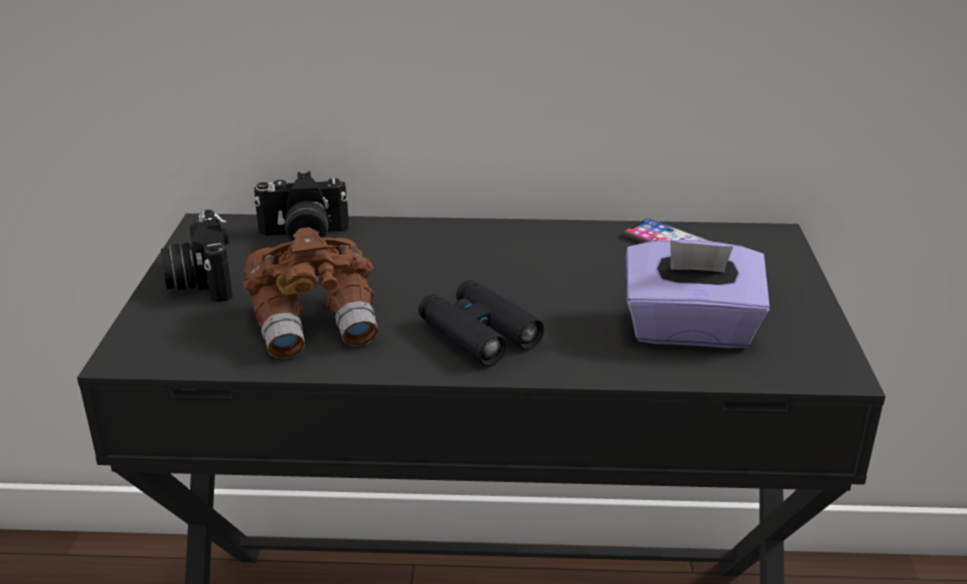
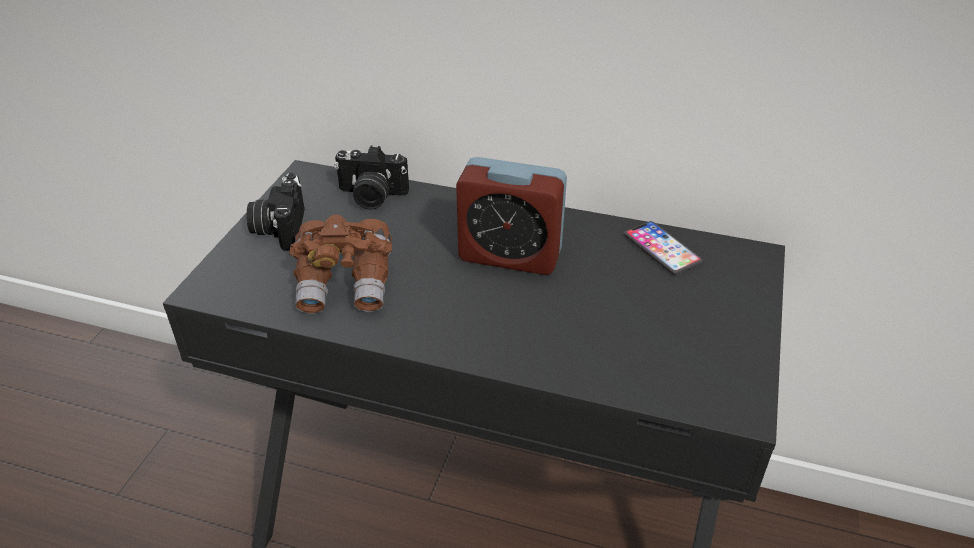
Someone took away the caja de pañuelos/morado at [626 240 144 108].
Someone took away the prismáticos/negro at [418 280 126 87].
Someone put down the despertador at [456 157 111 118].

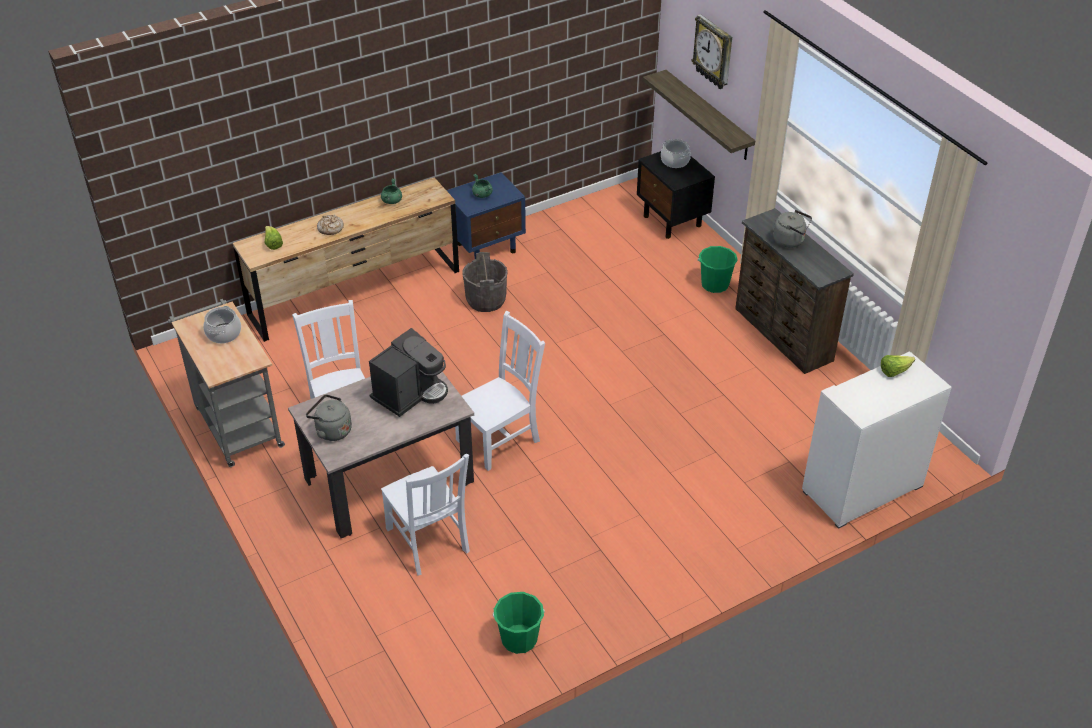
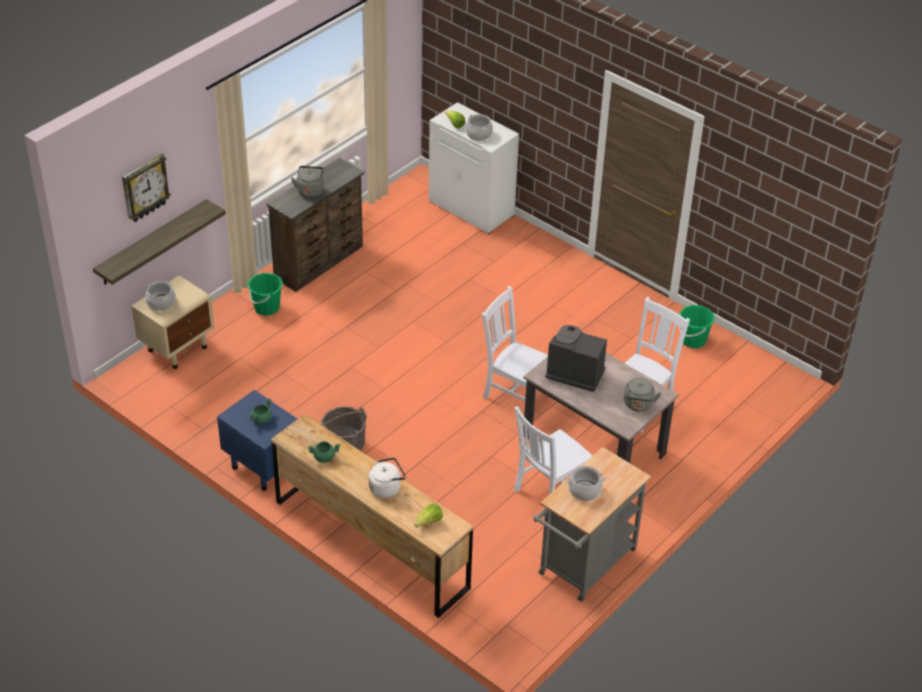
Someone repainted the mesita de noche/negro at [637 151 78 88], which became the mesita de noche/beis at [131 276 84 93].
Someone swapped the pan at [317 215 27 20] for the hervidor/blanco at [369 457 37 41].
Someone put down the olla at [466 114 27 27].

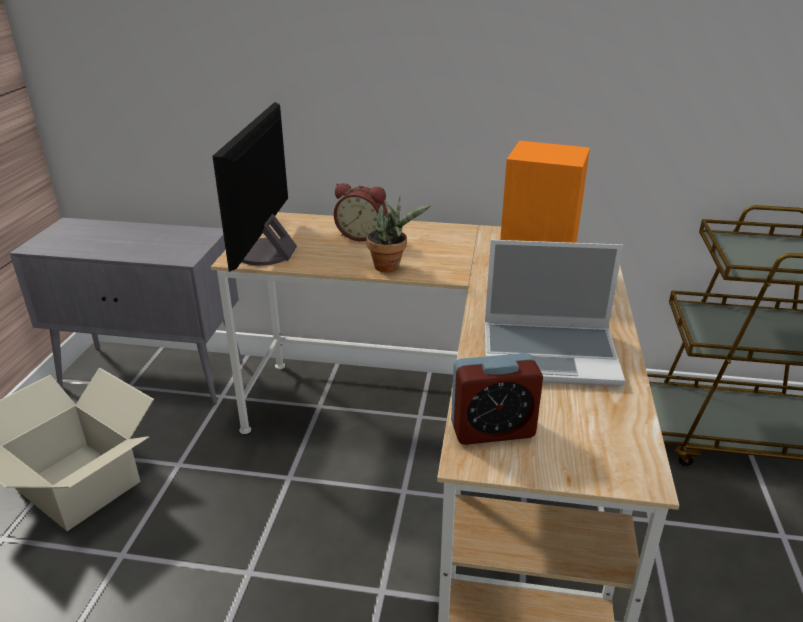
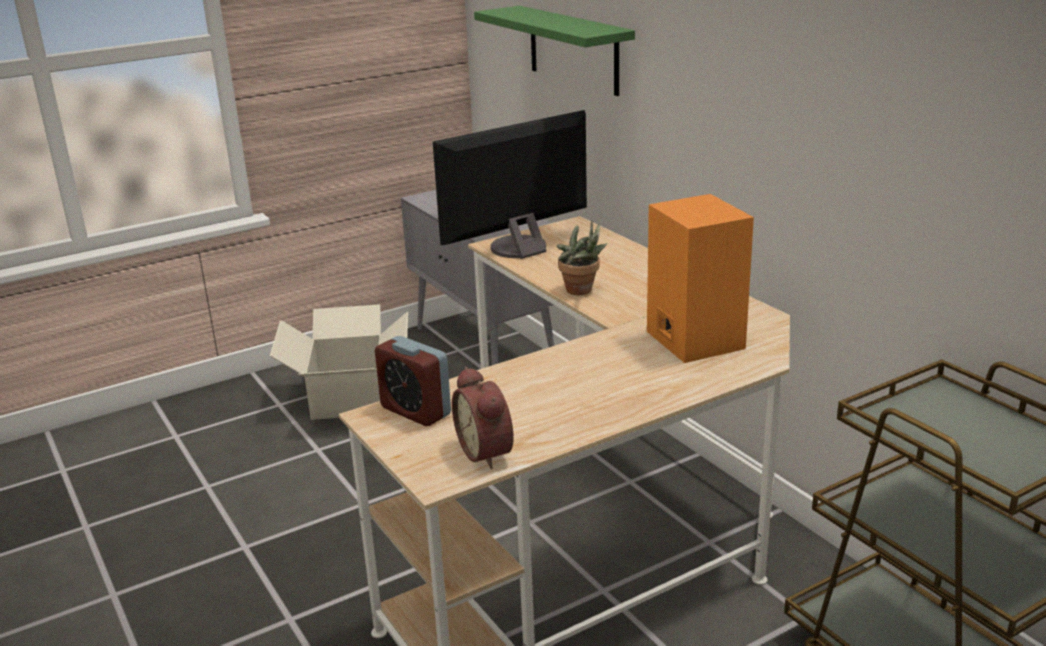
Someone carried the despertador from [334 183 54 58] to [452 367 62 102].
Someone took away the portátil at [485 240 140 147].
Someone put up the estante/verde at [474 6 161 90].

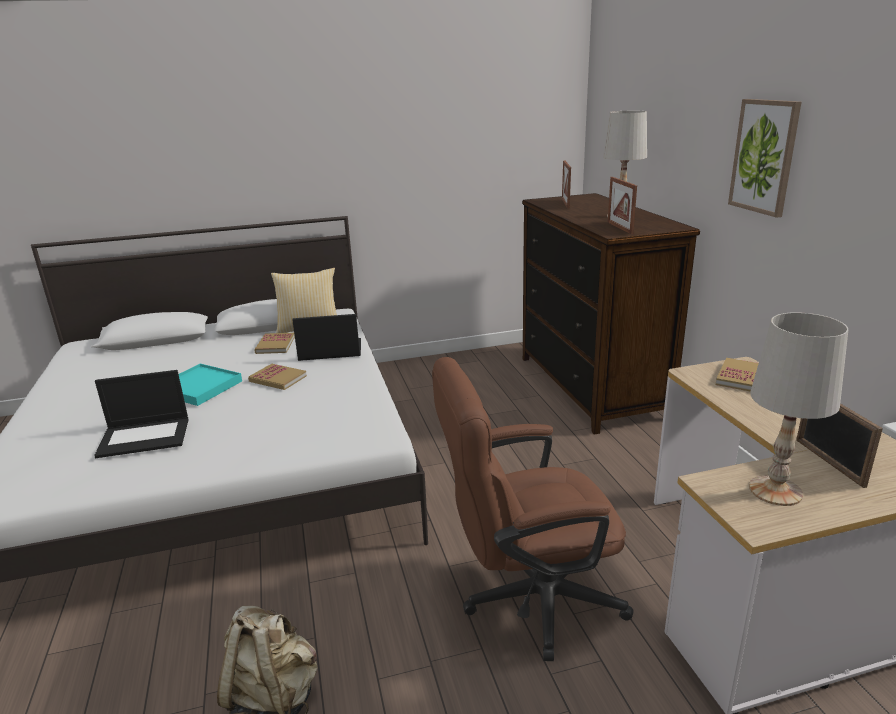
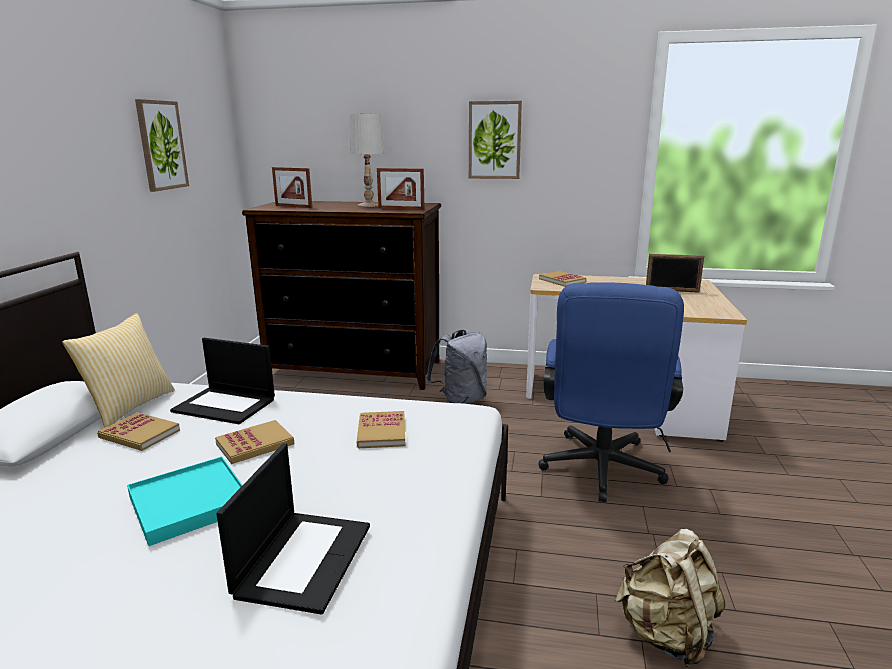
Someone took away the lámpara de mesa/blanco at [749 312 99 194].
Someone rotated the portátil at [292 314 69 47] by 90 degrees counterclockwise.
Someone repainted the silla de oficina/marrón at [432 357 202 304], which became the silla de oficina/azul at [538 283 146 219].
Someone put up the cuadro at [135 99 54 93].
Someone put down the mochila/gris at [426 330 61 74].
Someone put down the libro at [357 411 49 37].

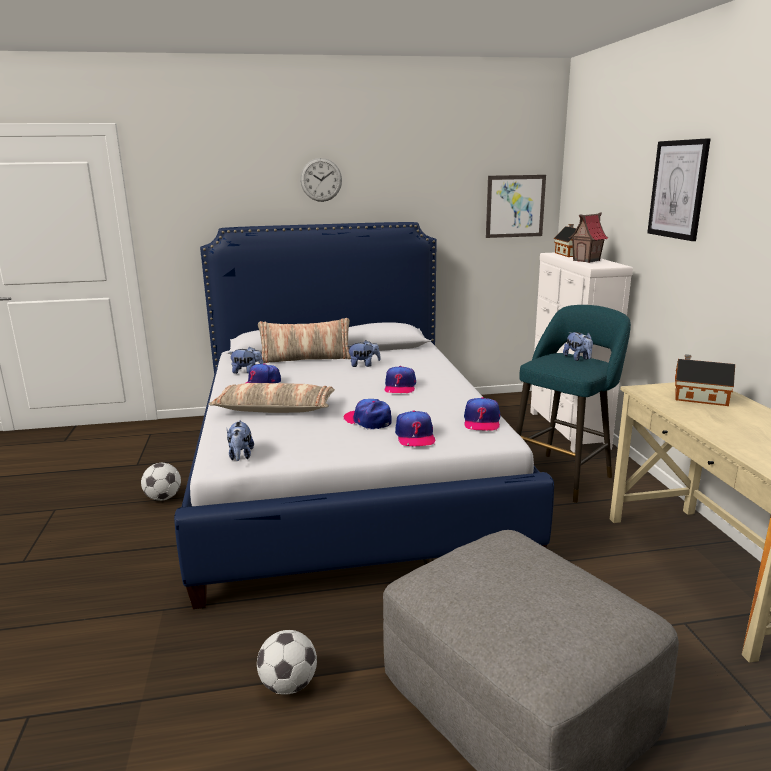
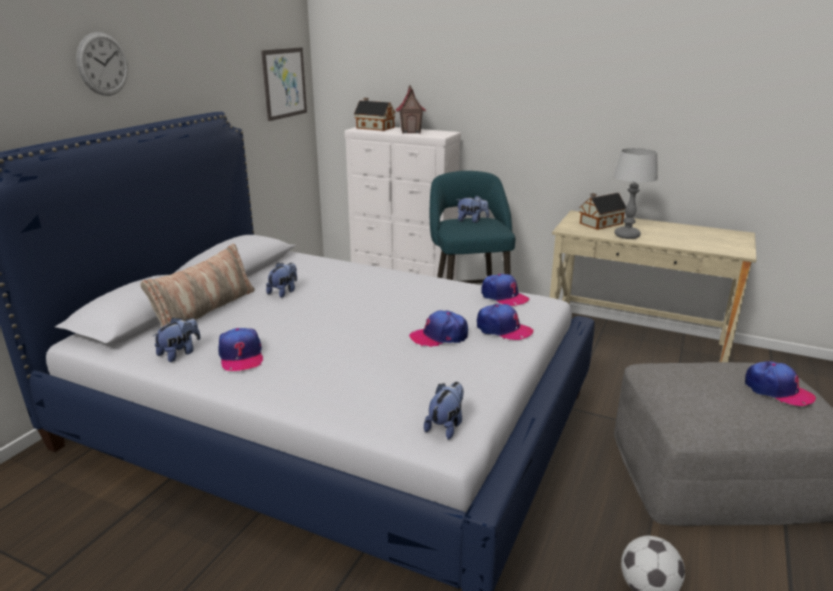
Someone took away the cuadro at [647 138 63 103].
Someone carried the gorra from [385 366 31 27] to [745 361 71 45].
Someone took away the cojín at [208 383 127 30].
Someone rotated the peluche at [227 420 27 41] by 90 degrees counterclockwise.
Someone took away the balón de fútbol at [141 463 40 38].
Someone put down the lámpara de mesa at [614 148 44 91].

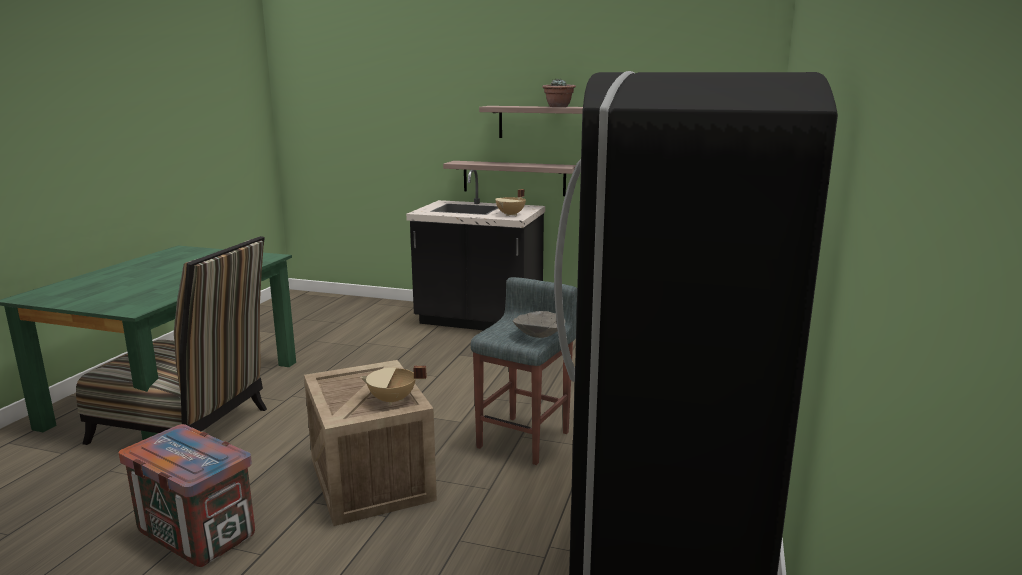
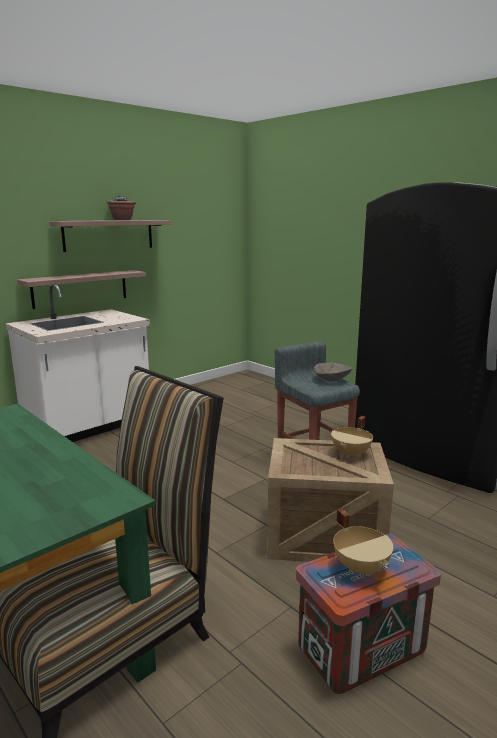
Someone repainted the mueble bajo de cocina/negro at [406 170 139 160], which became the mueble bajo de cocina/blanco at [6 285 144 157].
Someone carried the olla/beis from [495 189 31 27] to [333 508 60 68].

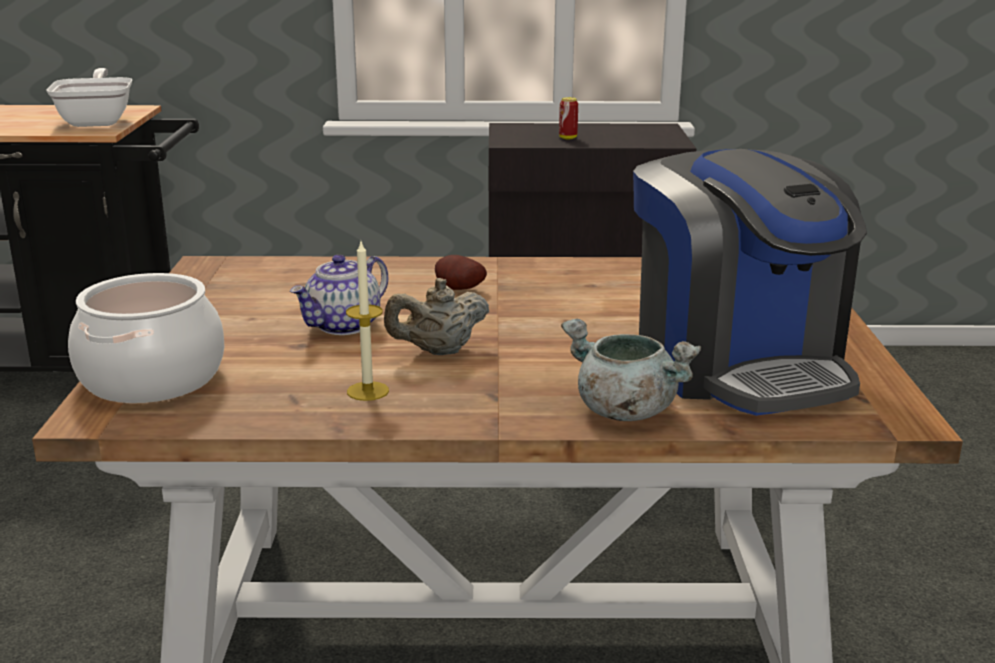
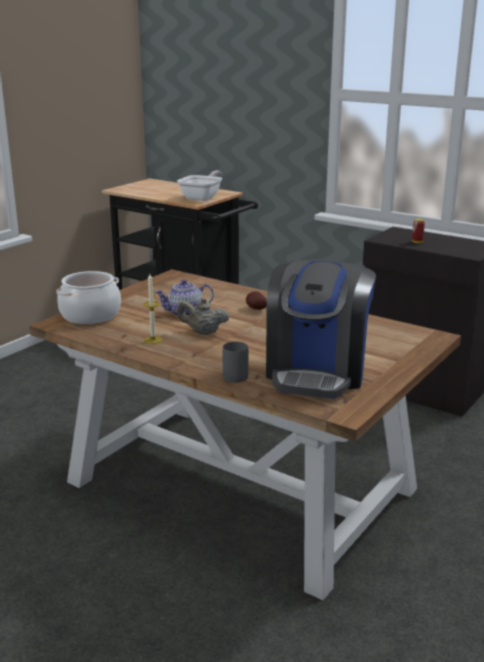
Someone swapped the olla/gris at [561 319 140 102] for the taza grande/gris at [223 342 26 41].

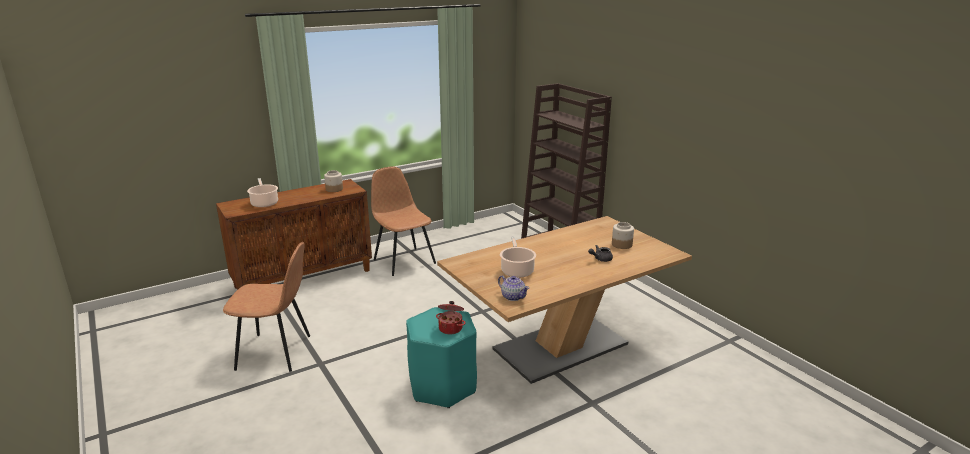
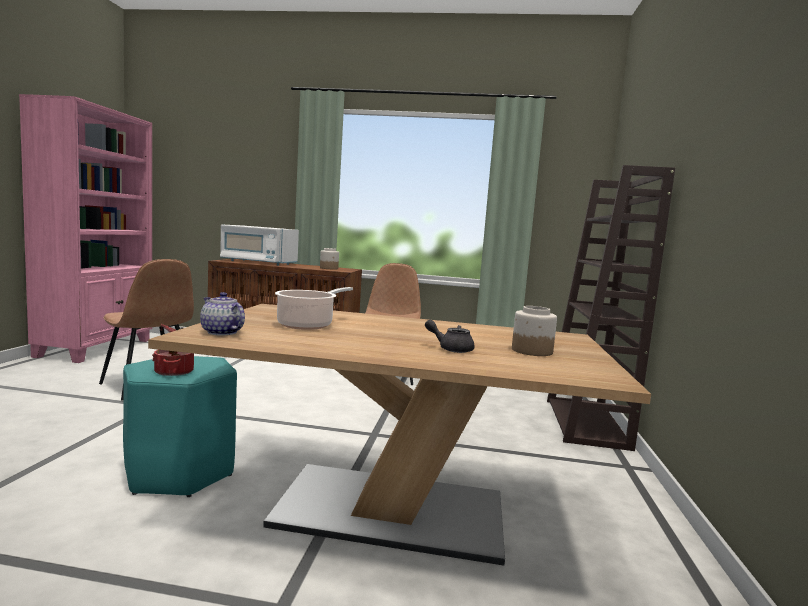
Someone swapped the olla at [247 178 31 30] for the microondas/blanco at [220 224 79 42].
Someone rotated the tetera at [498 275 31 26] by 135 degrees clockwise.
Someone put down the estantería/rosa at [19 94 133 269].

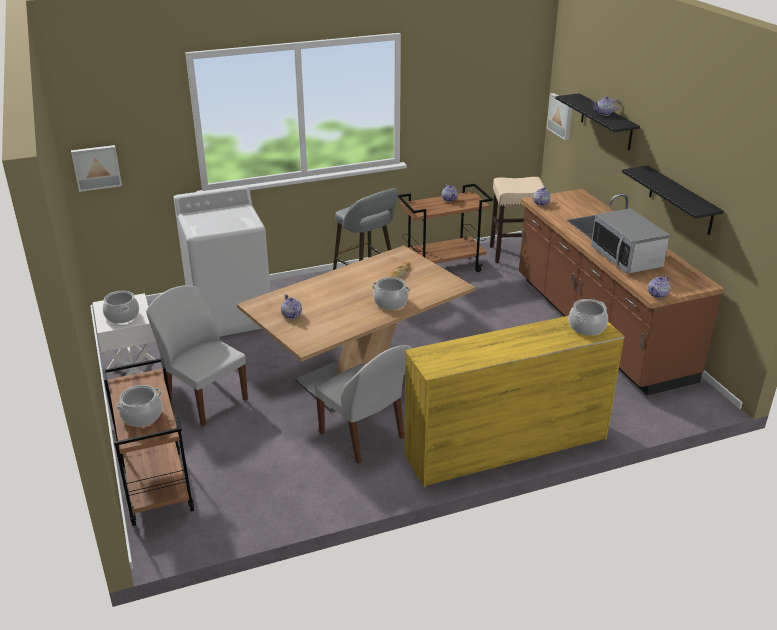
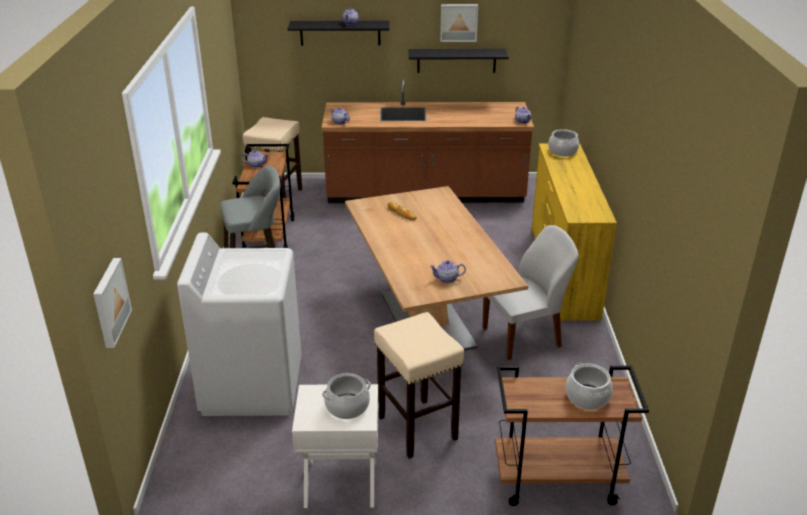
Someone carried the cuadro from [547 93 25 47] to [440 4 38 38].
Someone took away the microondas at [591 208 79 66].
Someone took away the olla at [372 277 38 33].
Someone swapped the silla/blanco at [146 285 102 141] for the taburete/beis at [374 312 90 147].

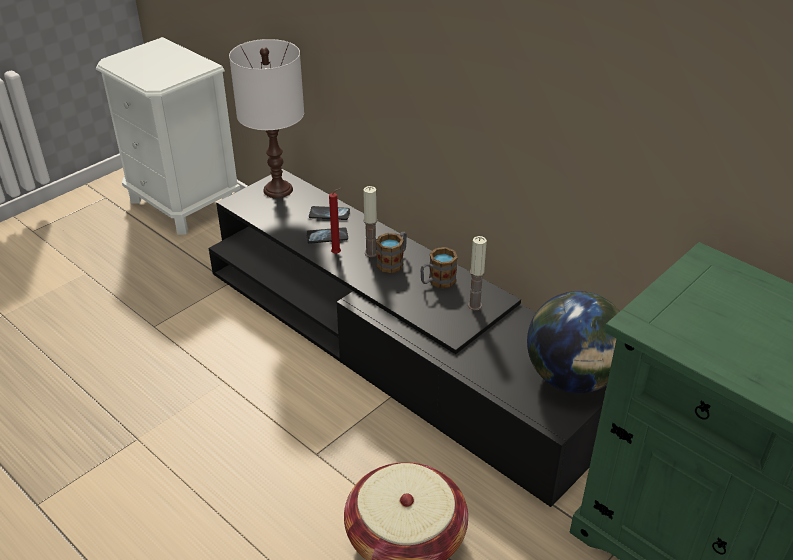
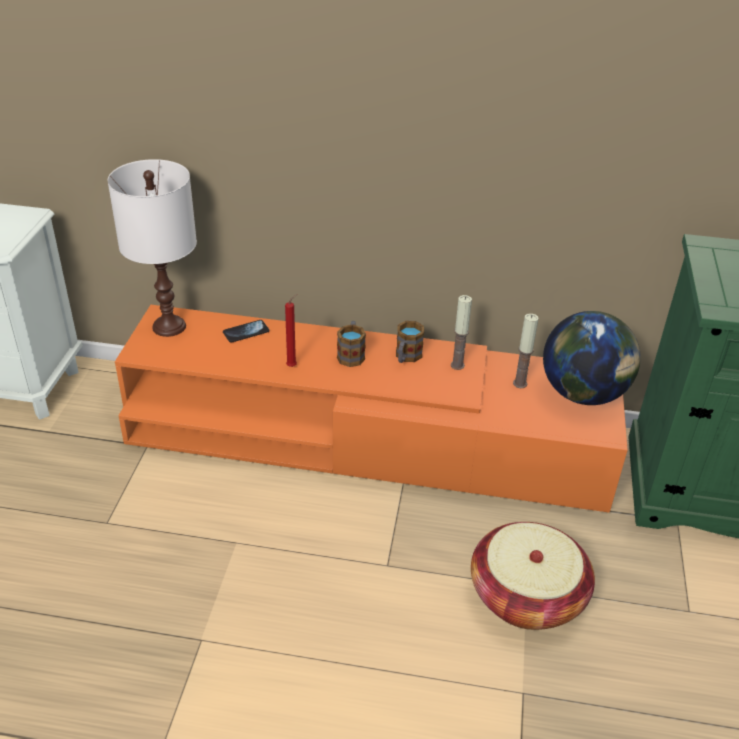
Someone repainted the mueble de televisión/negro at [209 169 398 338], which became the mueble de televisión/naranja at [115 305 513 208].
Someone carried the vela from [363 186 14 71] to [513 313 26 75].
Someone took away the móvil at [306 227 42 17].

